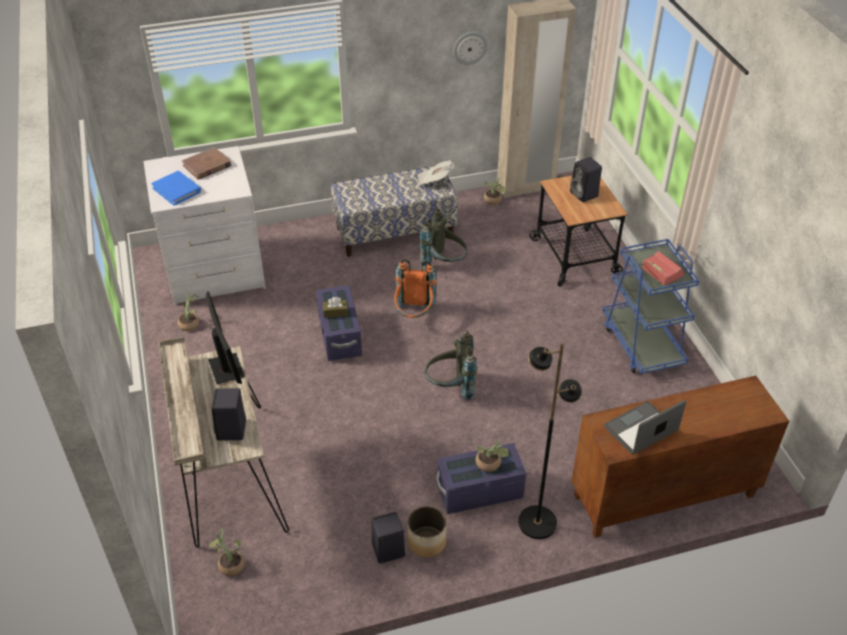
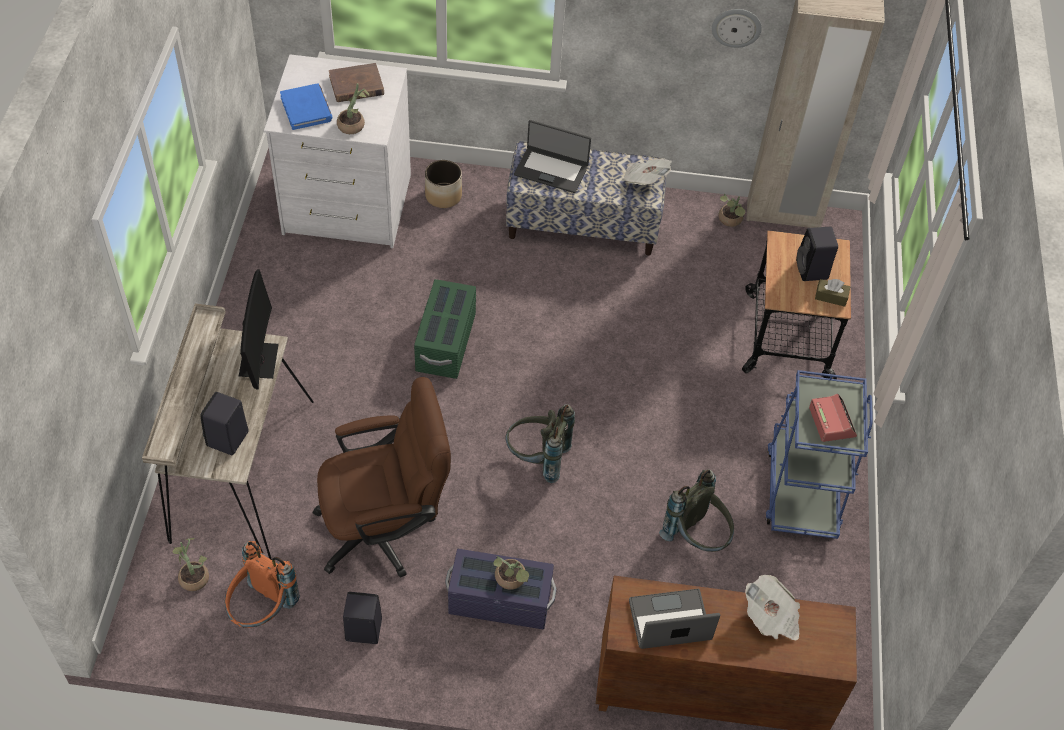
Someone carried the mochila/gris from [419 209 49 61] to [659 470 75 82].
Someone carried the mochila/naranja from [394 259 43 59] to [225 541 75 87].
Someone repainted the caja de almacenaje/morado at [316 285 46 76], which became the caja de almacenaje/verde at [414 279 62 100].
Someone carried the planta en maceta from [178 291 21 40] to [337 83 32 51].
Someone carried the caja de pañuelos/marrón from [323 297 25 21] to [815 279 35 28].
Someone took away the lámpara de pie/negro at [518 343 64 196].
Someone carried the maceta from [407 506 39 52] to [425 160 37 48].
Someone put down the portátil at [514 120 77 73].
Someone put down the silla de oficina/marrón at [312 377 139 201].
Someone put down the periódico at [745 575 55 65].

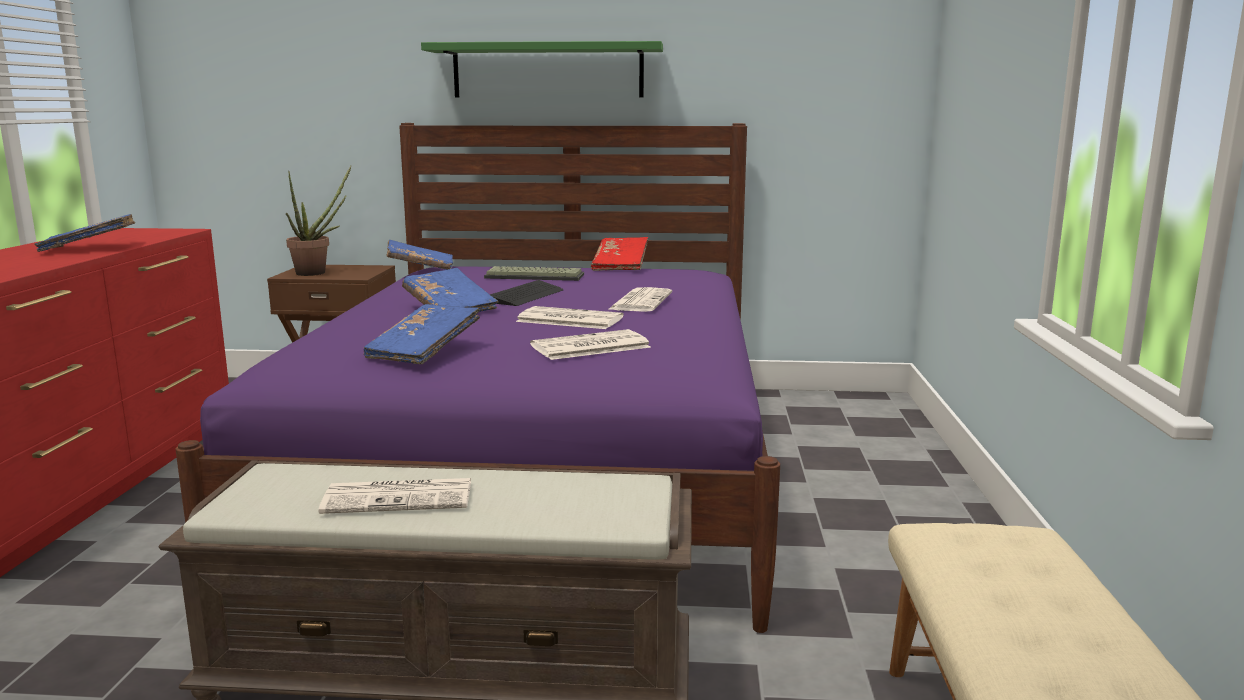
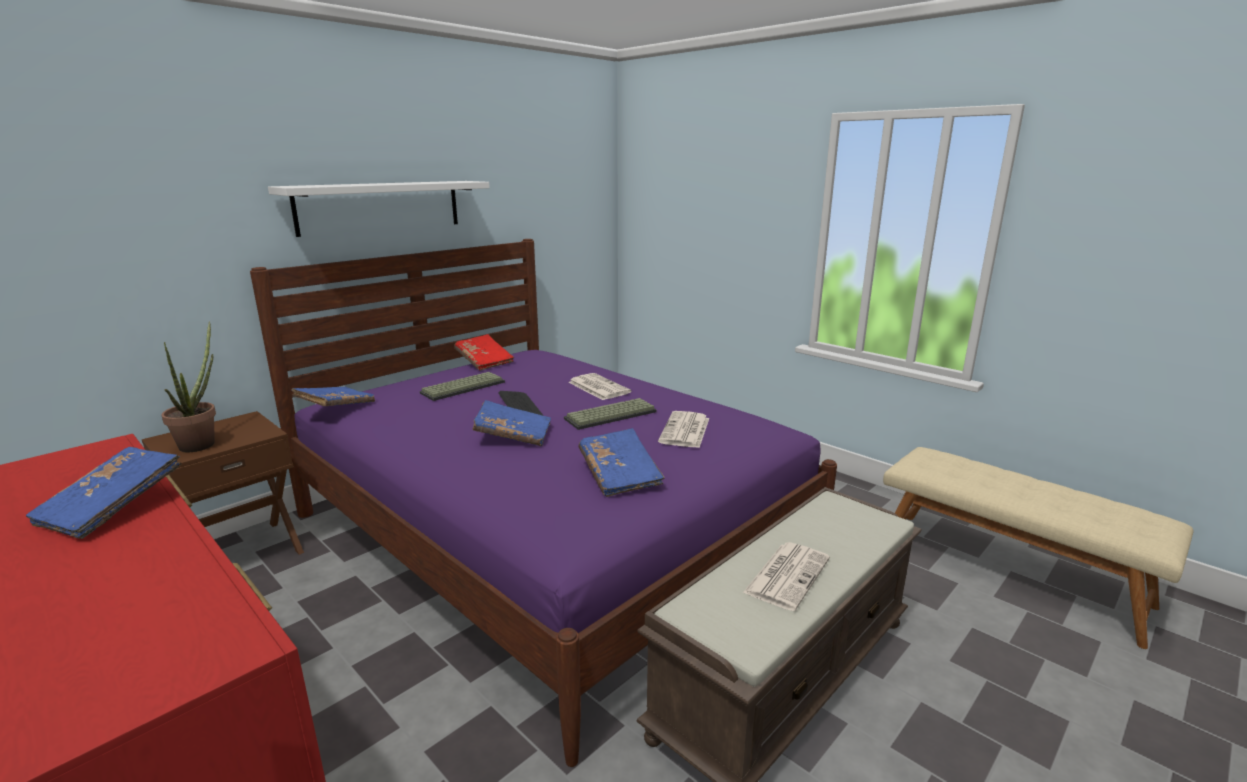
Someone repainted the estante/verde at [421 41 242 57], which became the estante/blanco at [268 181 222 56].
Someone swapped the periódico at [516 306 107 23] for the teclado at [564 398 93 32].

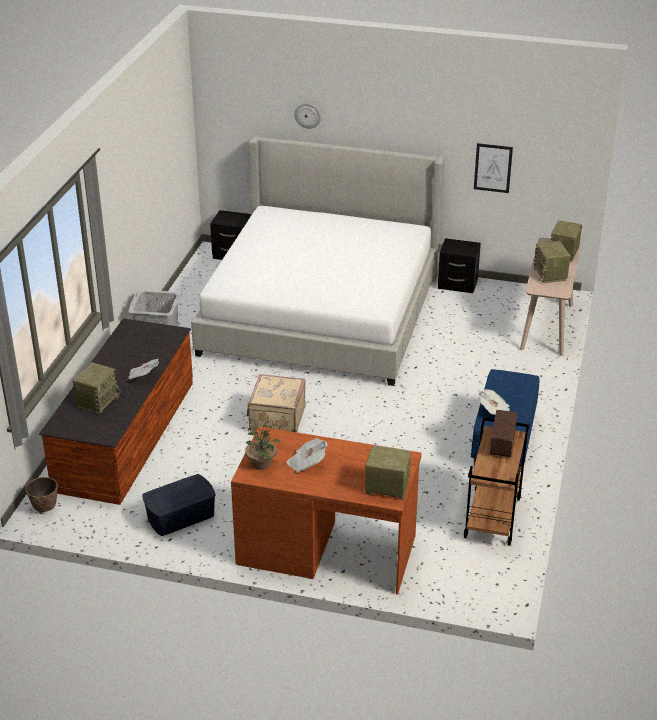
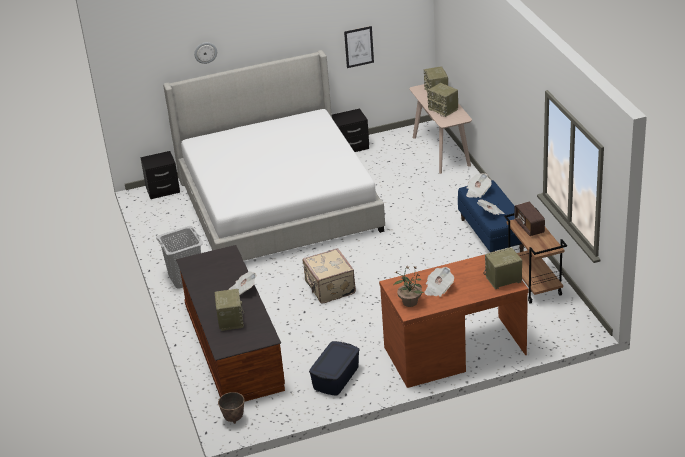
Someone put down the periódico at [466 173 26 25].

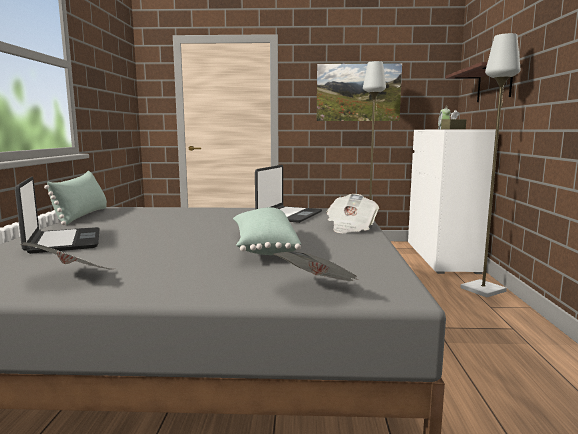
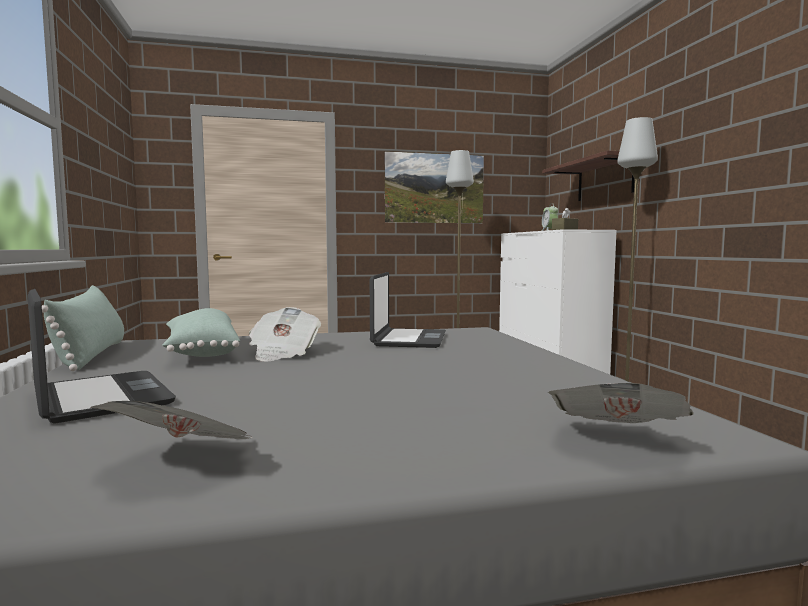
Someone carried the periódico from [326 194 53 39] to [248 307 73 54].
Someone carried the cojín/verde from [233 207 68 48] to [162 308 78 49].

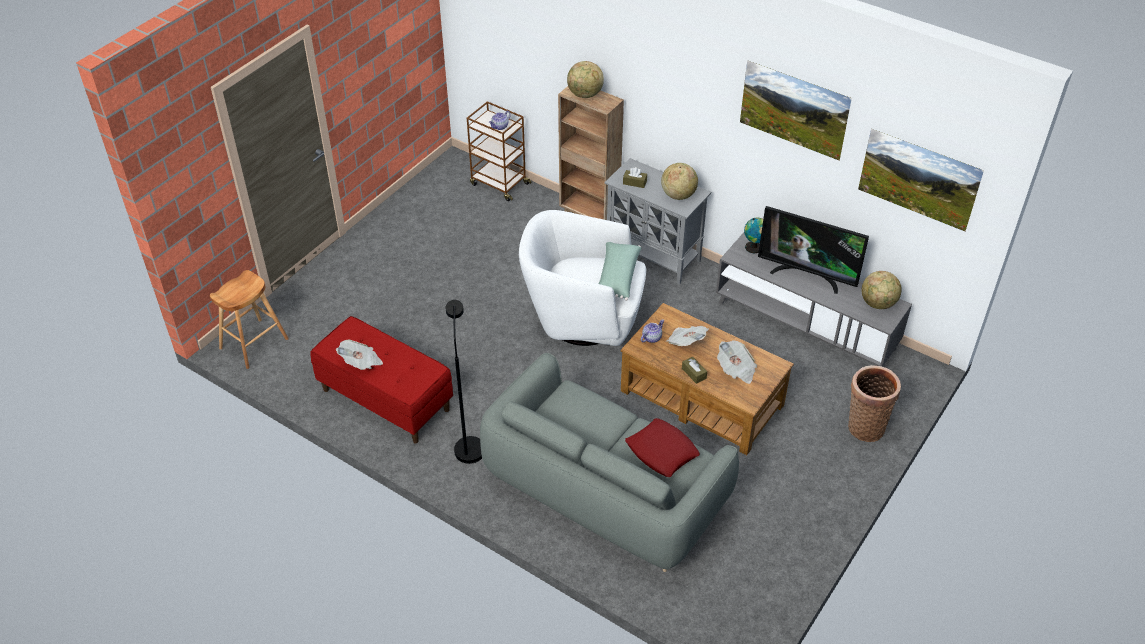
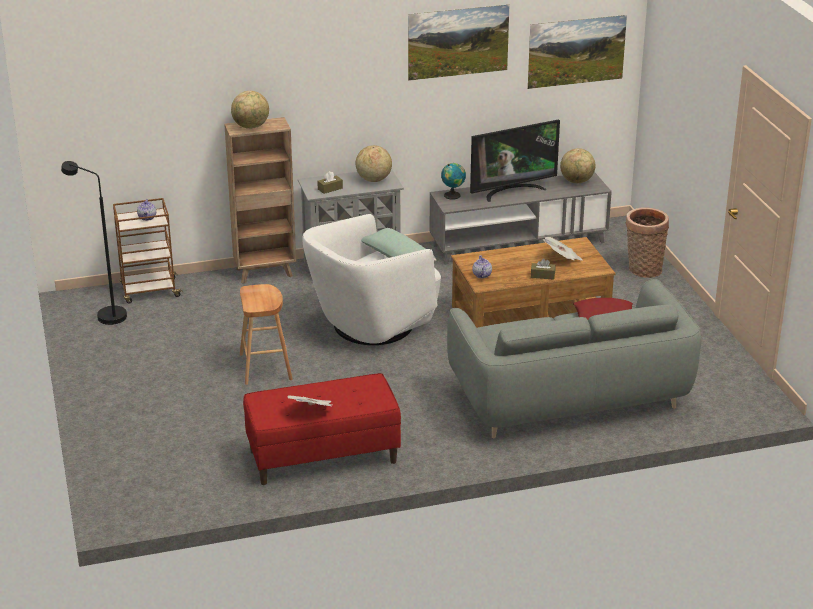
Someone carried the taburete/marrón from [210 270 79 99] to [240 284 53 101].
Someone carried the lámpara de pie/negro from [445 300 37 164] to [61 161 66 164].
Someone took away the periódico at [666 326 43 20].

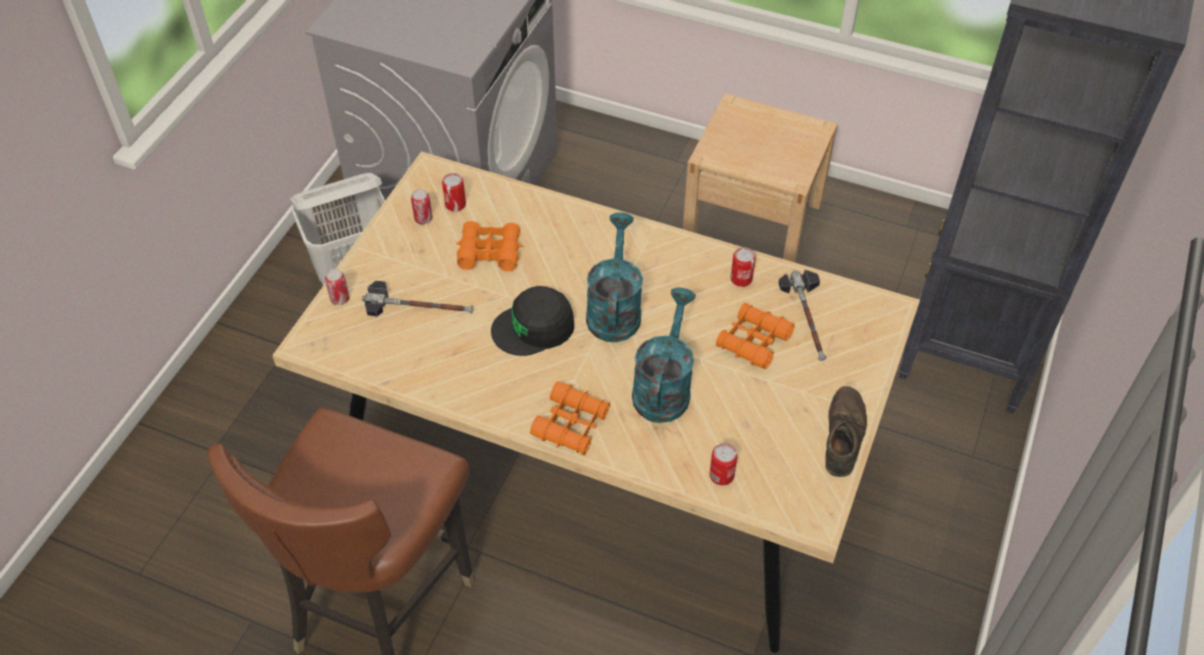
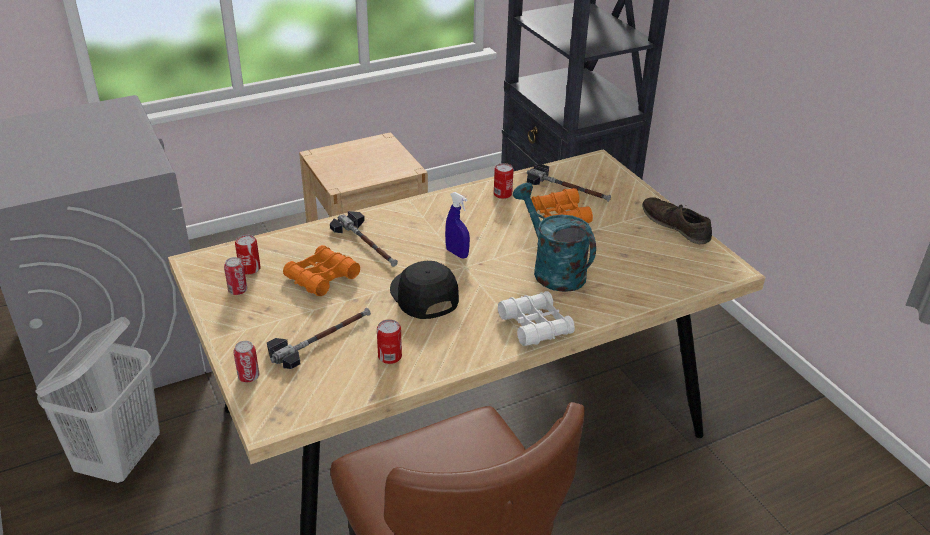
Someone swapped the regadera/turquesa at [586 212 57 130] for the pulverizador/azul at [445 192 25 67].
Someone rotated the gorra/negro at [491 286 83 70] by 135 degrees clockwise.
Someone repainted the prismáticos/naranja at [530 381 80 74], which became the prismáticos/blanco at [498 291 77 55].
Someone carried the lata from [709 443 29 42] to [377 319 25 45].
Someone put down the martillo at [330 211 68 56].

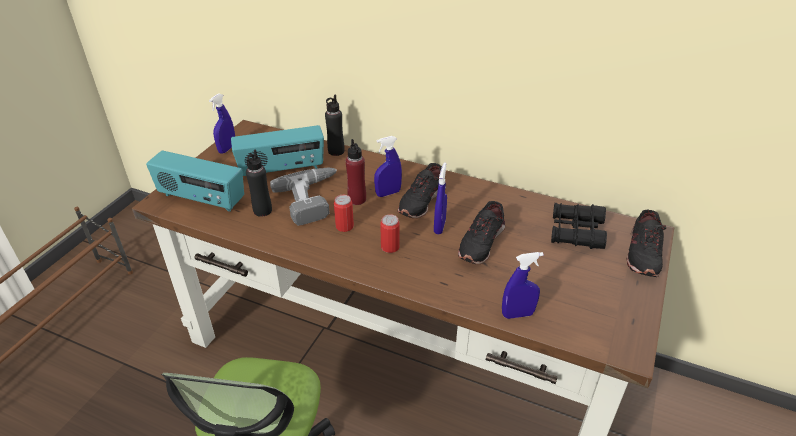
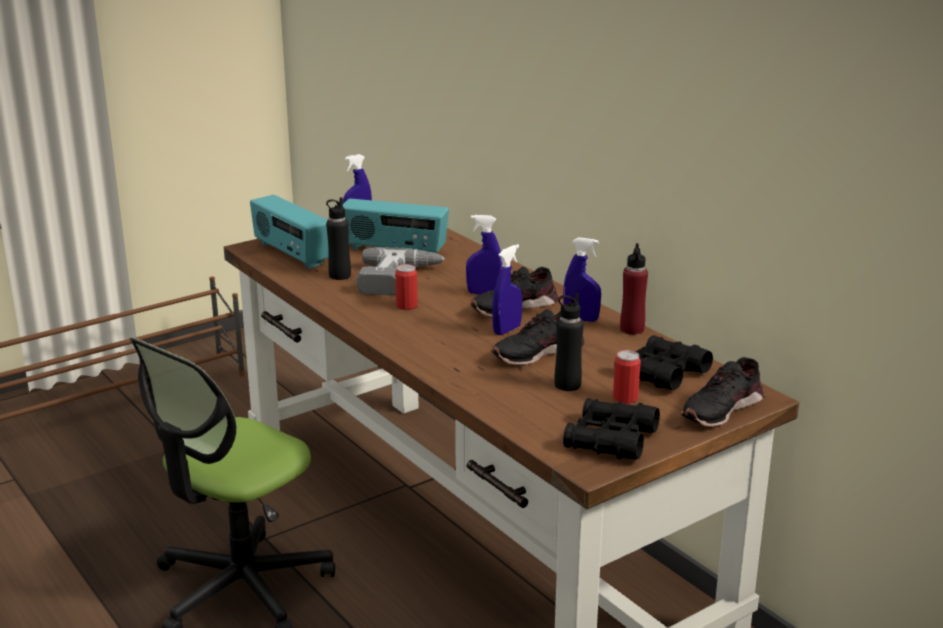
Someone carried the botella/negro from [325 95 19 61] to [554 293 30 98].
Someone carried the botella/rojo from [346 139 20 66] to [620 243 28 92].
Someone carried the lata from [380 214 20 39] to [613 350 27 54].
Someone carried the pulverizador/azul from [502 252 42 67] to [563 237 38 85].
Someone put down the prismáticos/negro at [563 398 97 62].

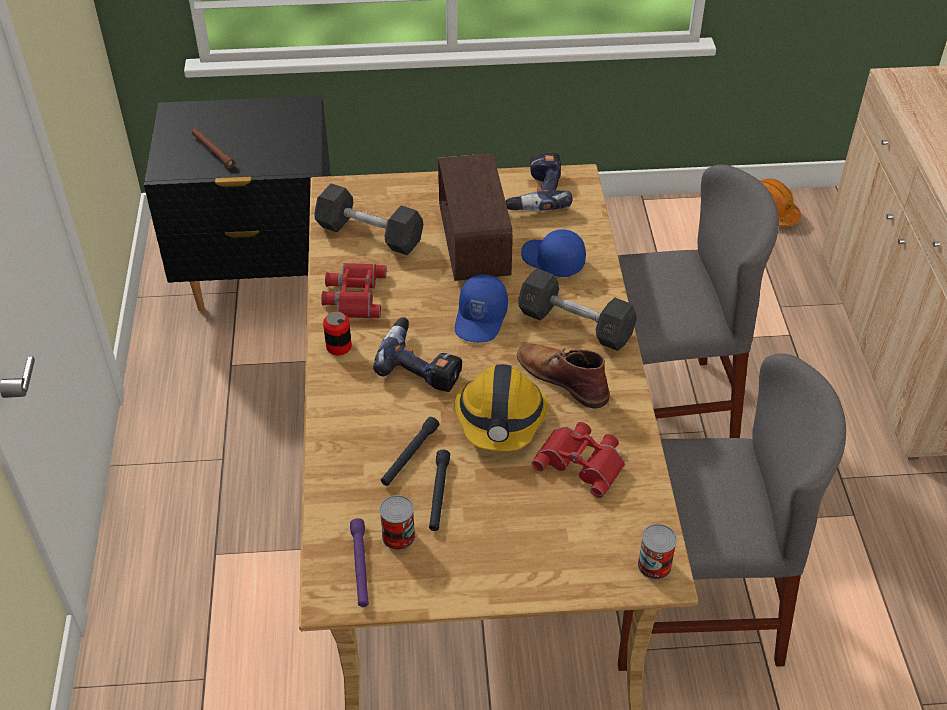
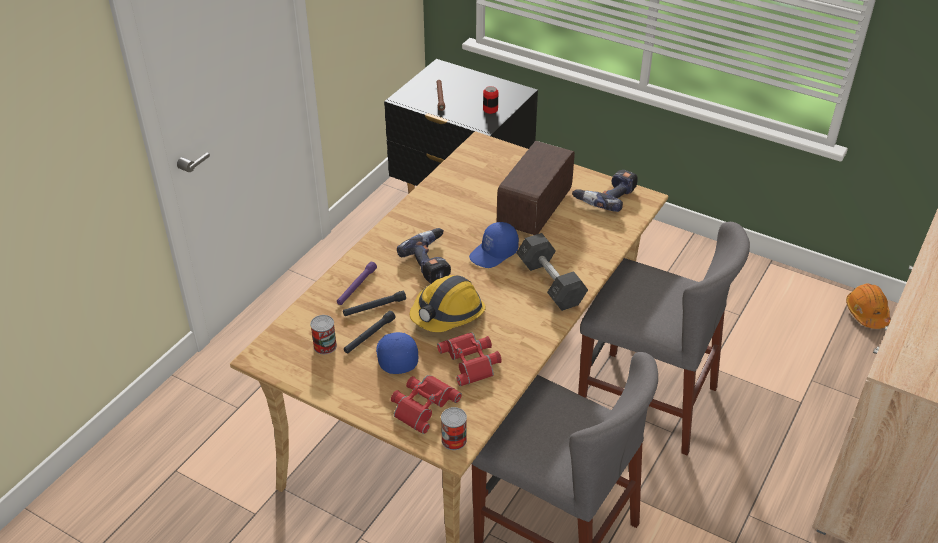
Someone took away the mancuerna/gris at [314 184 110 71].
Someone carried the gorra/azul from [521 229 65 48] to [376 332 42 42].
Someone carried the prismáticos/rojo from [321 263 66 55] to [391 375 71 59].
Someone carried the lata from [323 311 29 45] to [483 86 15 28].
Someone took away the bota/marrón at [517 343 93 66].
Someone carried the linterna/morado from [350 518 19 89] to [337 262 40 43].

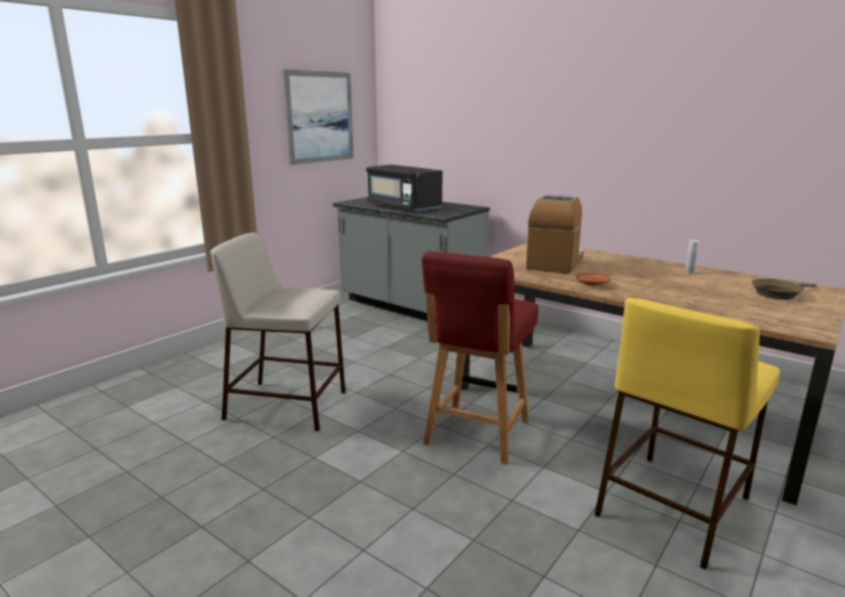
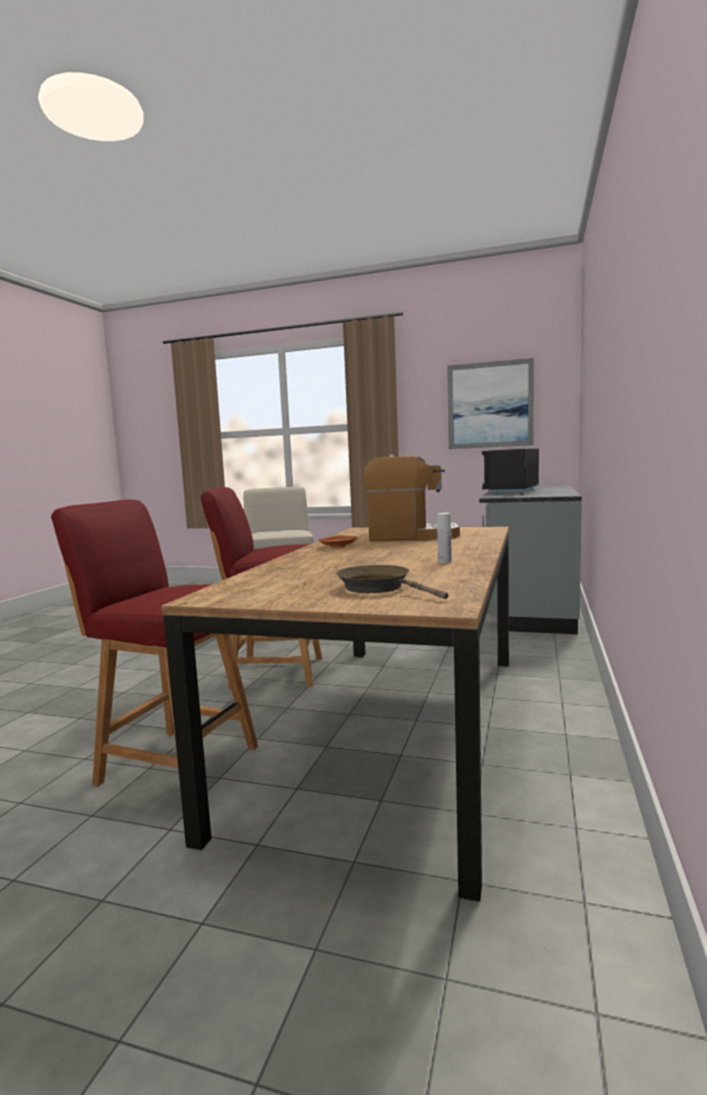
Someone swapped the taburete/amarillo at [595 298 185 272] for the silla/rojo at [51 500 207 286].

